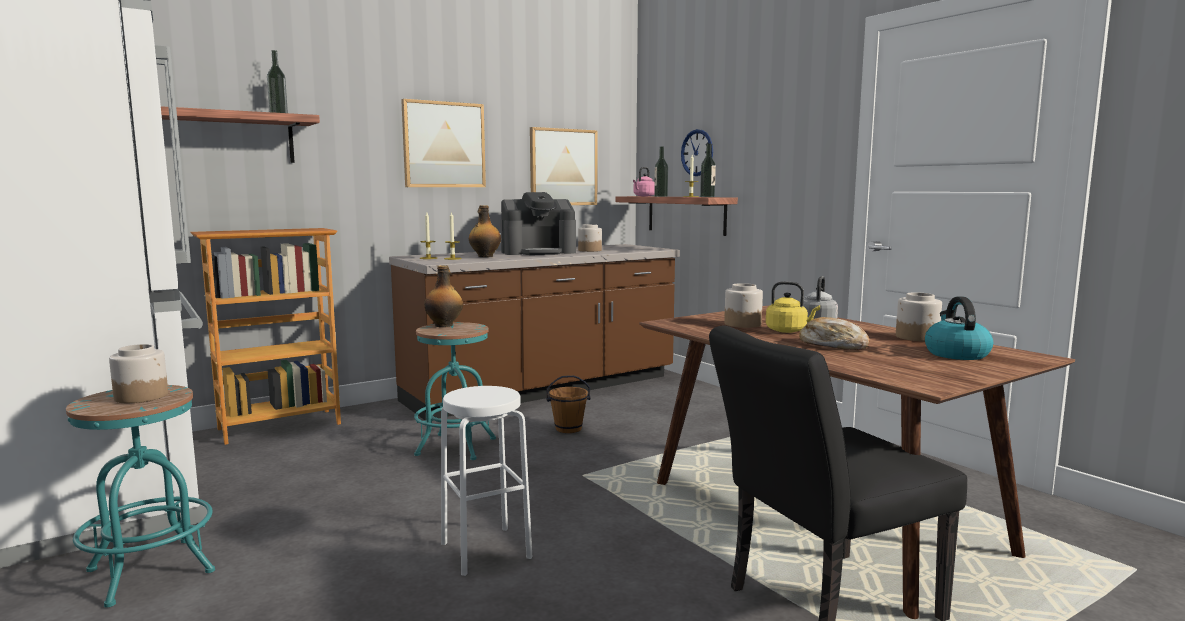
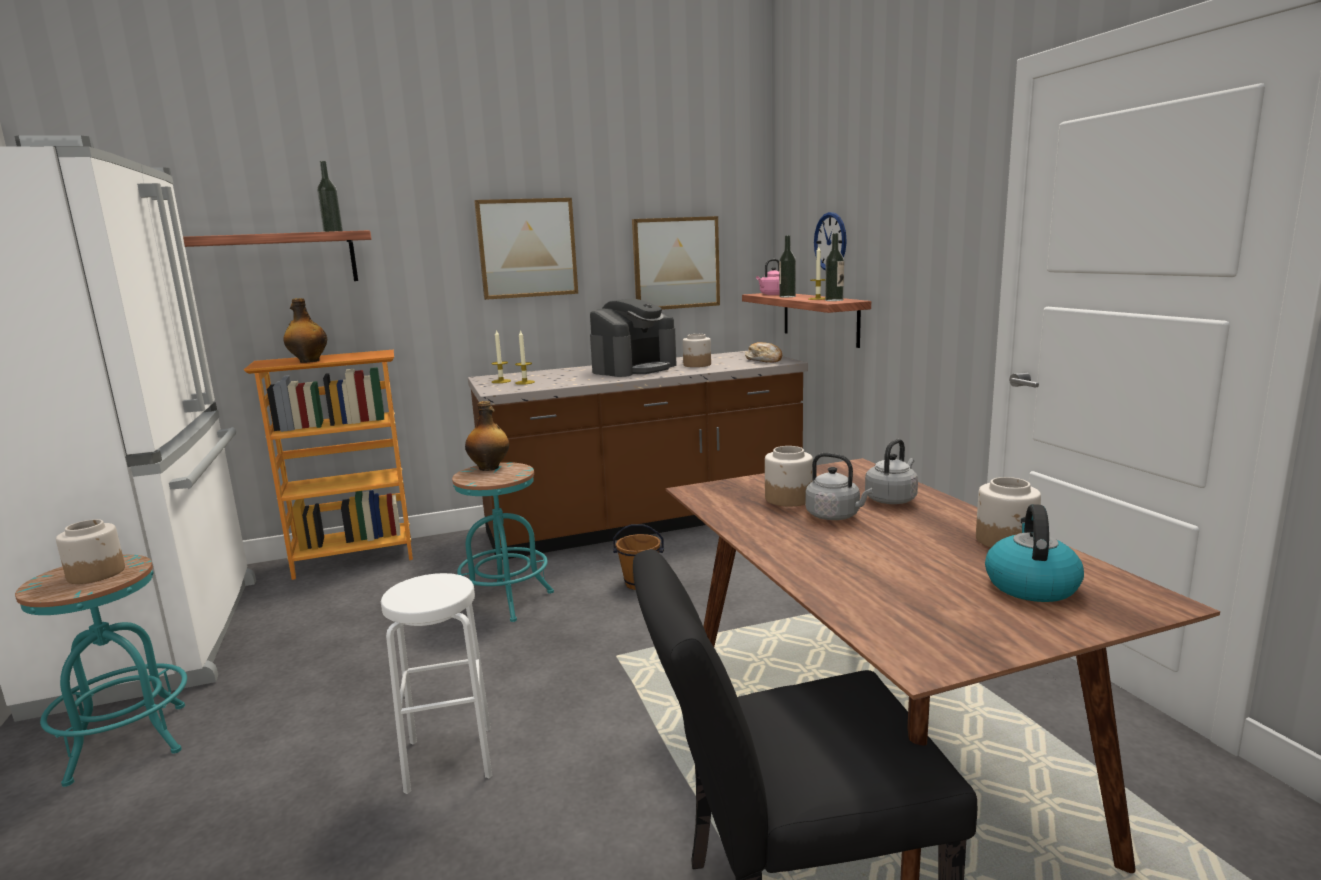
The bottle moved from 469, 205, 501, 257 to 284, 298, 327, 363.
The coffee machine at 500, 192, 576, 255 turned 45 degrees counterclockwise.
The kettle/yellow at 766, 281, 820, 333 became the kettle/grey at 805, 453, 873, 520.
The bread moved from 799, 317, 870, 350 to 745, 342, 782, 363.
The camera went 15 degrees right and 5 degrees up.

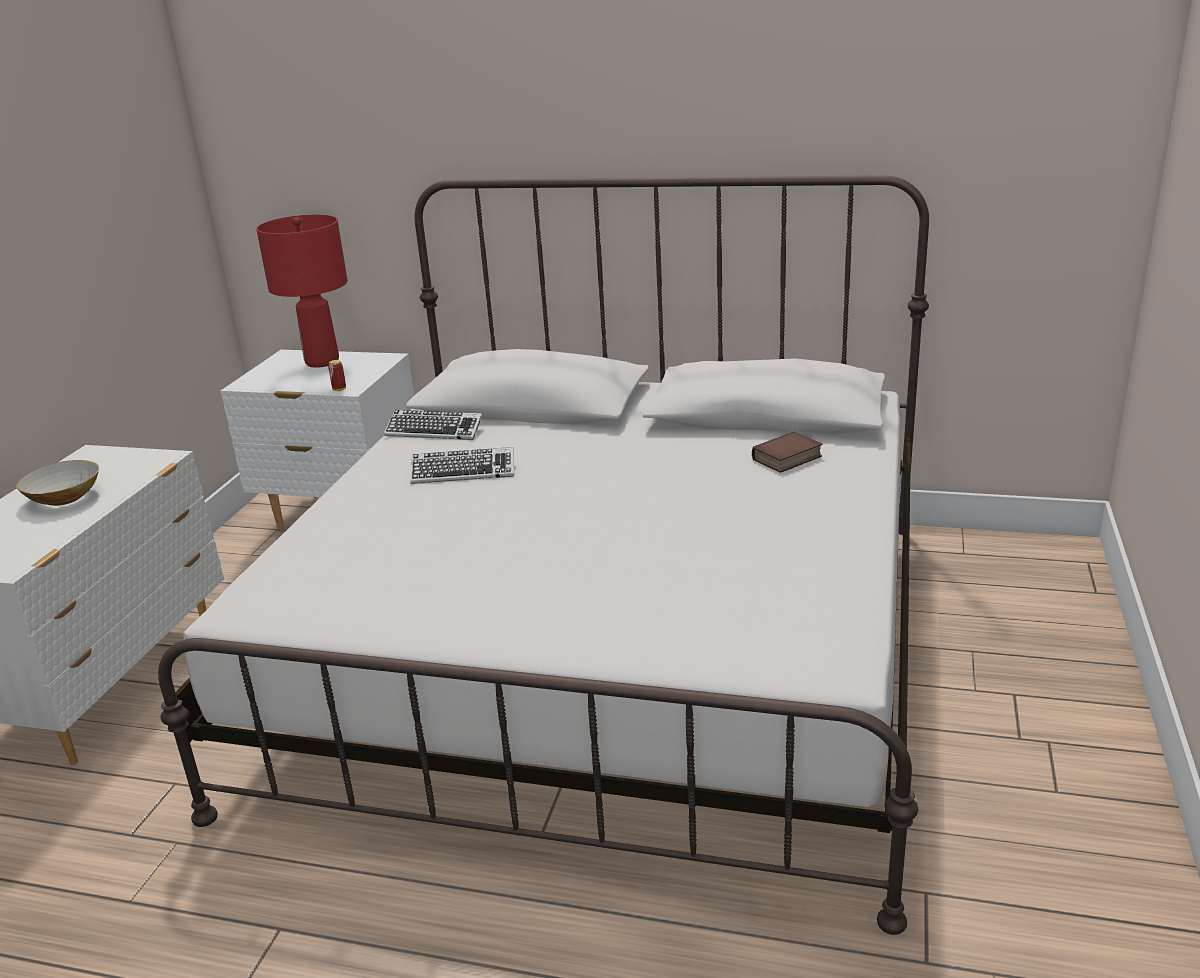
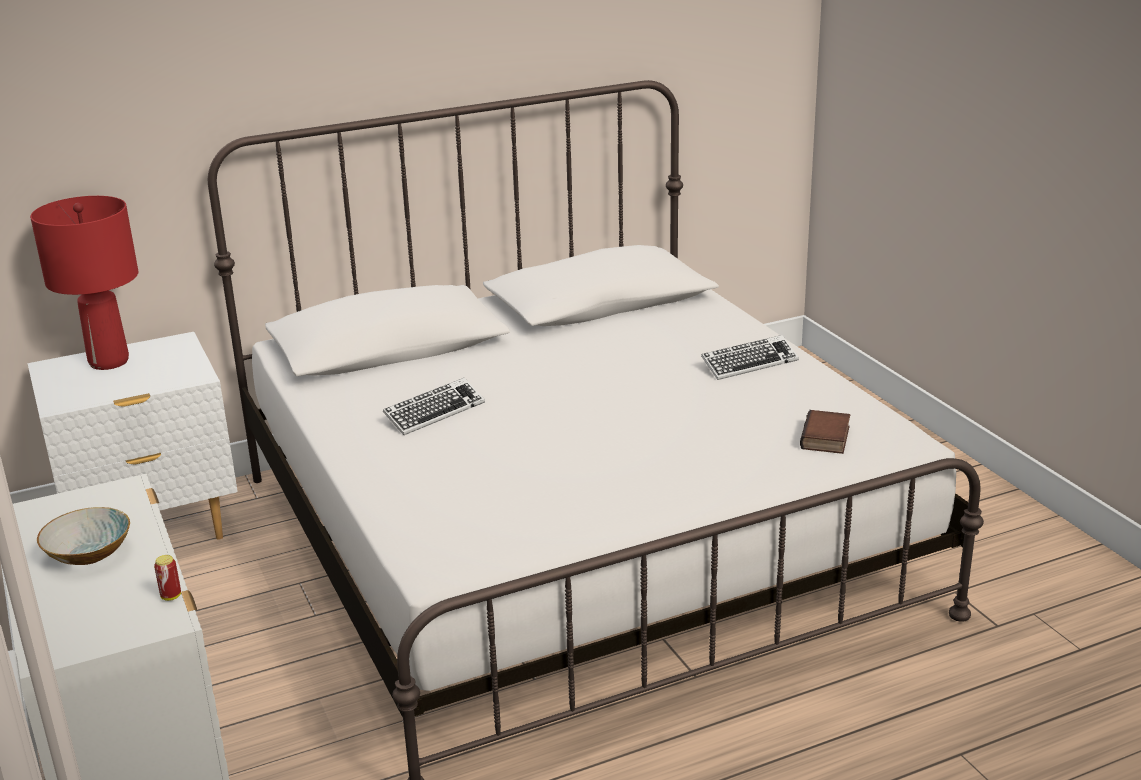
The can moved from 328, 360, 346, 391 to 154, 555, 181, 601.
The keyboard moved from 384, 410, 482, 440 to 701, 335, 799, 380.
The book moved from 752, 432, 822, 473 to 800, 410, 850, 454.
The camera went 40 degrees left and 0 degrees up.

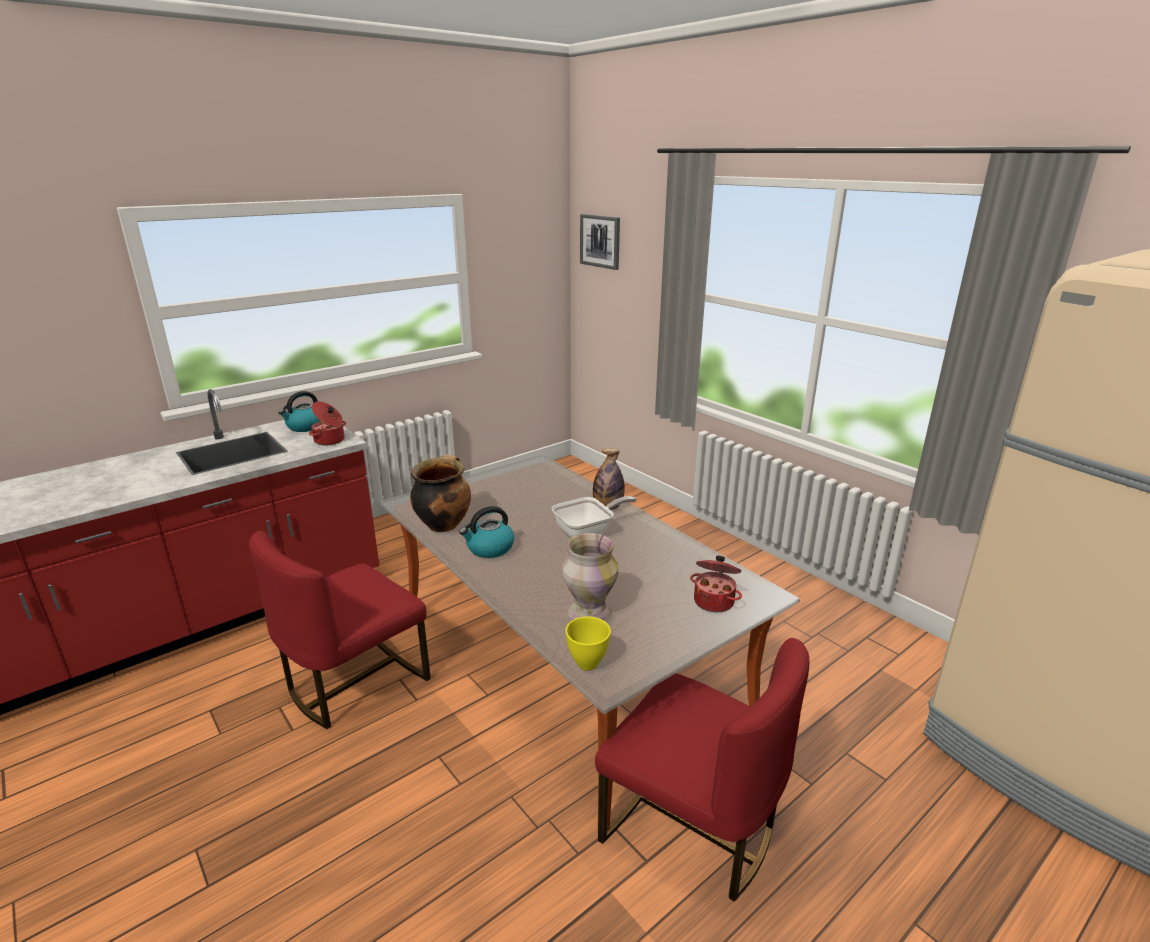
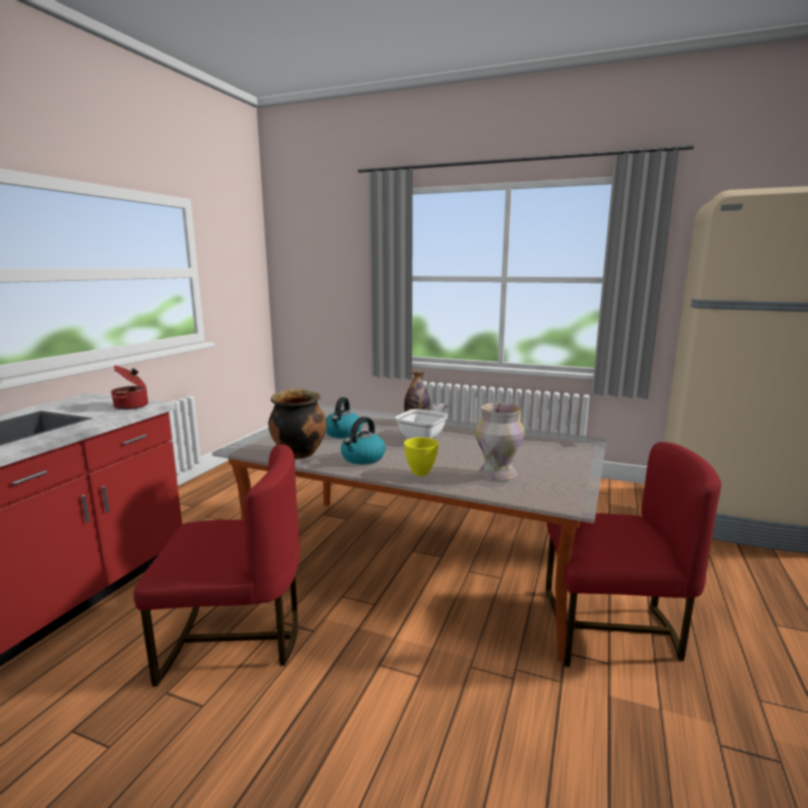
The chair/red at 249, 531, 431, 729 turned 105 degrees counterclockwise.
The kettle moved from 278, 391, 320, 432 to 326, 397, 362, 438.
The bowl/yellow moved from 565, 616, 611, 671 to 404, 437, 439, 476.
The picture at 580, 214, 620, 270 disappeared.
The cooking pot at 690, 556, 742, 612 disappeared.
The camera went 30 degrees left and 10 degrees down.

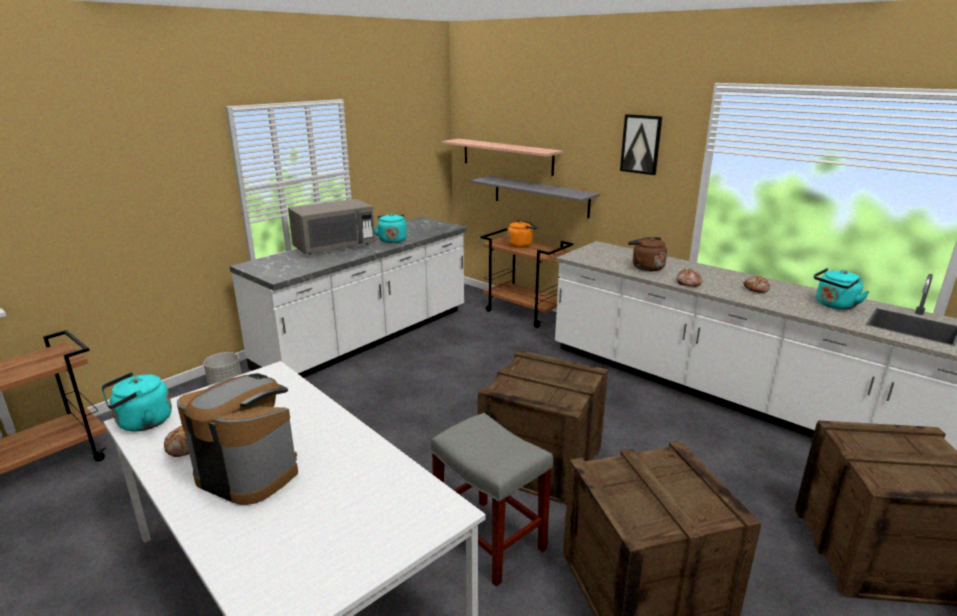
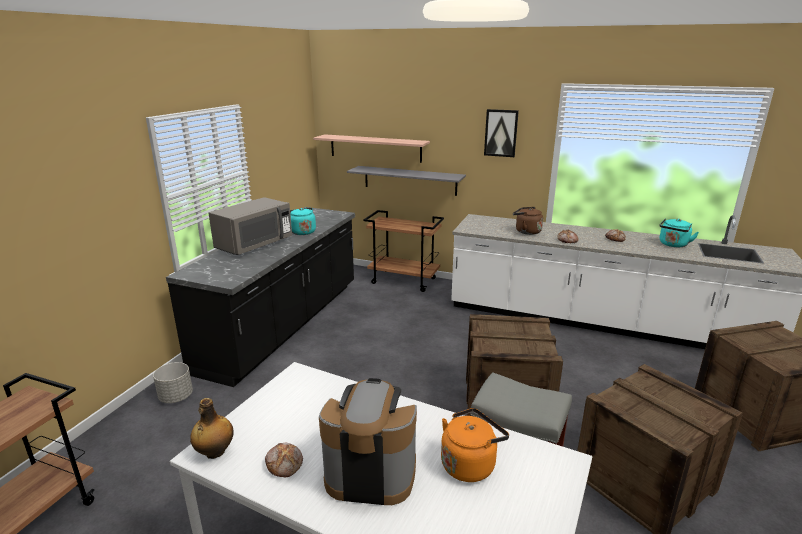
The kettle/turquoise at 101, 372, 172, 432 was replaced by the bottle at 190, 398, 234, 459.
The counter/white at 229, 216, 467, 378 became the counter/black at 166, 207, 355, 387.
The kettle/orange moved from 507, 220, 538, 248 to 441, 408, 509, 482.
The camera went 20 degrees left and 0 degrees up.

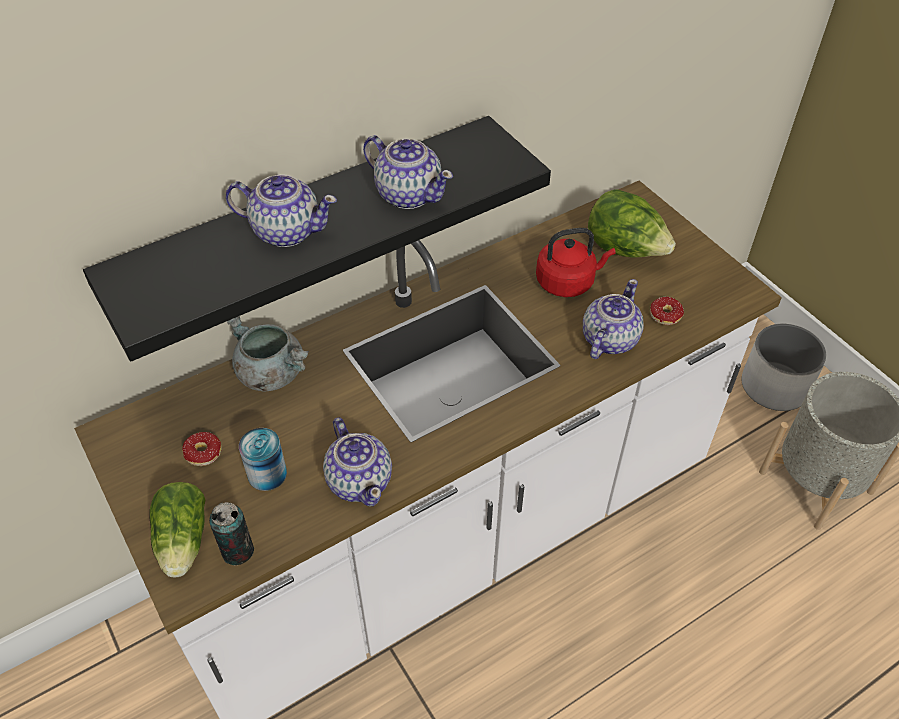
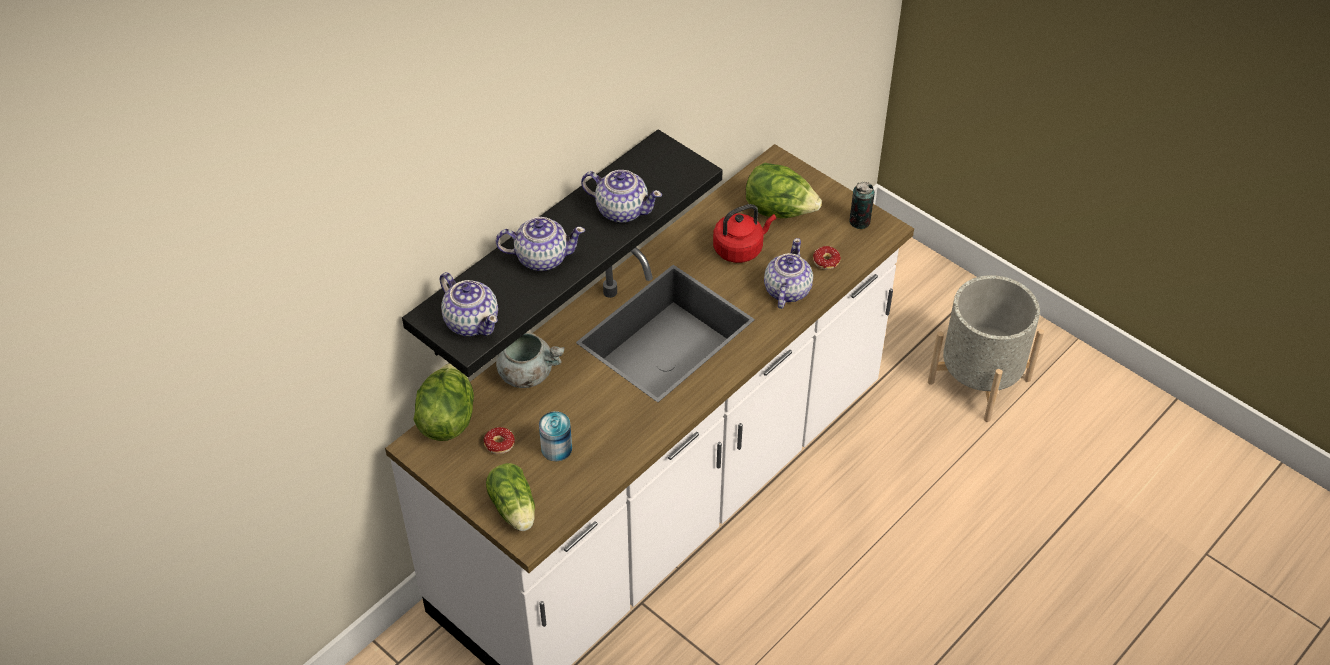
The can moved from 209, 502, 254, 566 to 849, 182, 875, 229.
The teapot moved from 323, 417, 392, 507 to 440, 272, 498, 337.
The planter/white at 742, 323, 827, 411 disappeared.
The lettuce at 413, 363, 474, 441 appeared.
The camera went 15 degrees left and 0 degrees up.

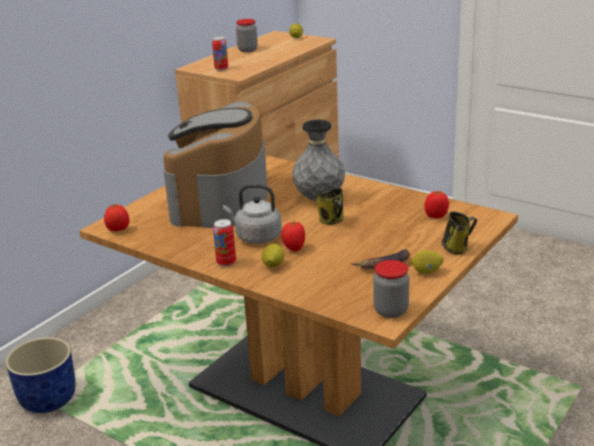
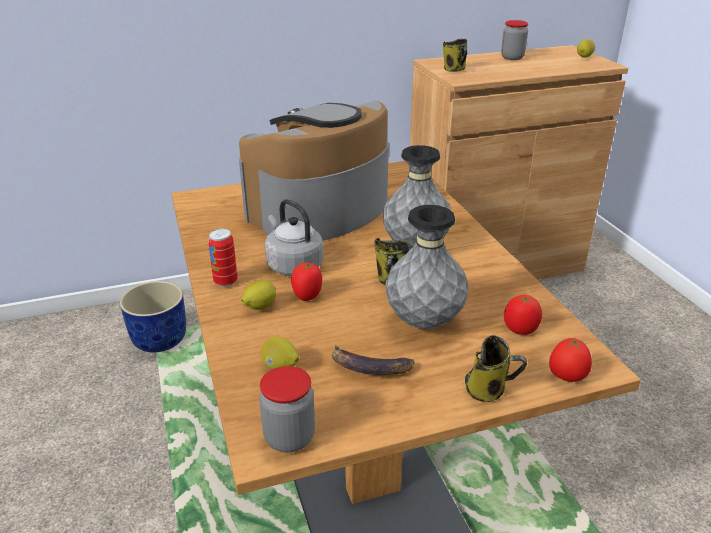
The tomato moved from 104, 204, 130, 231 to 549, 338, 592, 382.
The can at 212, 36, 228, 71 was replaced by the mug at 443, 39, 467, 72.
The lemon moved from 411, 250, 444, 274 to 260, 337, 299, 369.
The vase/grey at 385, 205, 469, 329 appeared.
The camera went 35 degrees right and 5 degrees up.

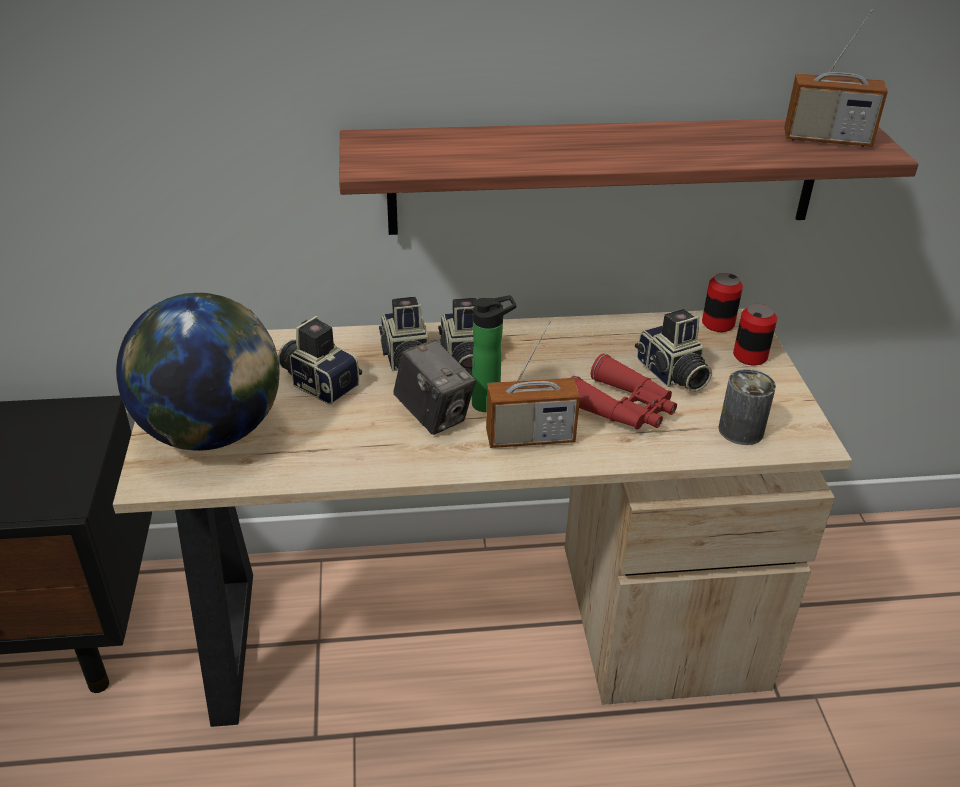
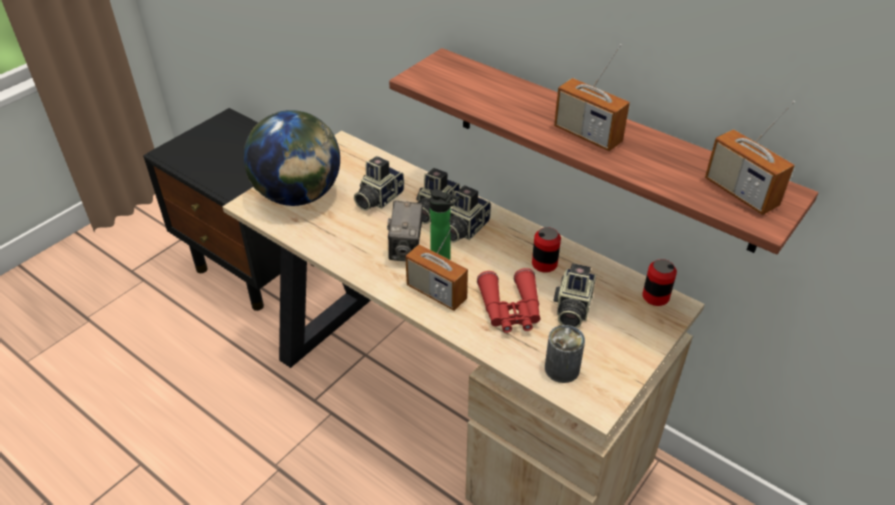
The photo camera at 278, 316, 362, 405 turned 135 degrees counterclockwise.
The can moved from 733, 304, 777, 365 to 532, 227, 561, 273.
The radio at 554, 44, 630, 151 appeared.
The camera went 45 degrees right and 5 degrees up.

